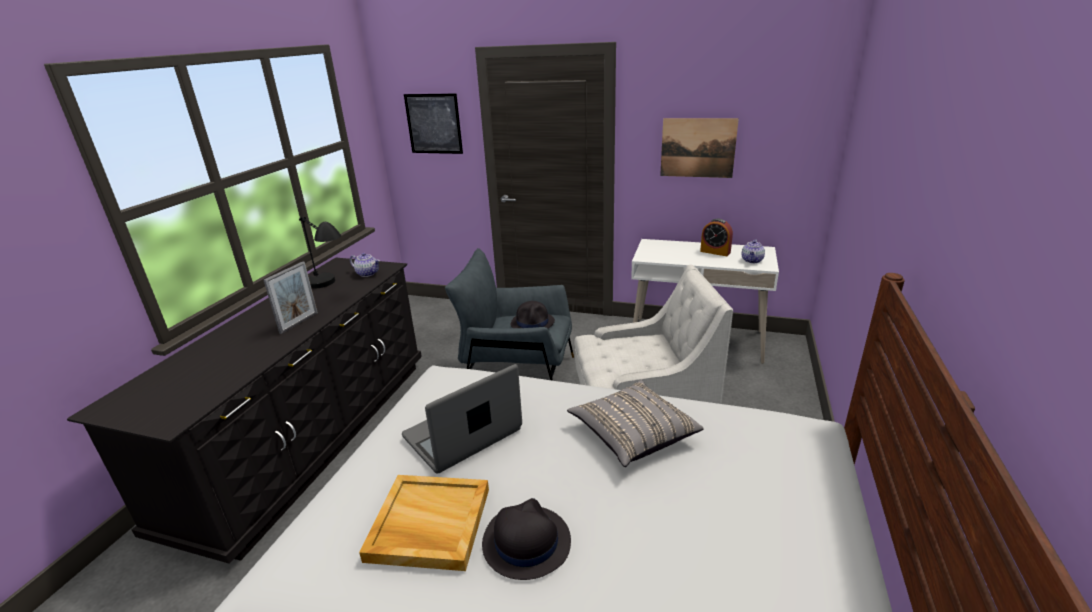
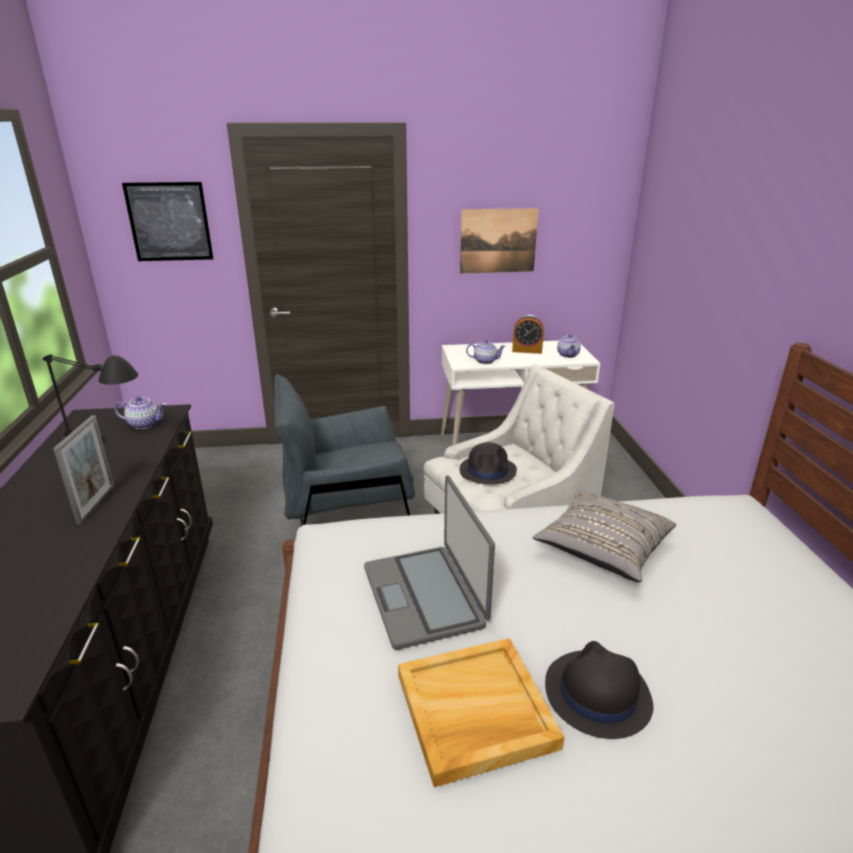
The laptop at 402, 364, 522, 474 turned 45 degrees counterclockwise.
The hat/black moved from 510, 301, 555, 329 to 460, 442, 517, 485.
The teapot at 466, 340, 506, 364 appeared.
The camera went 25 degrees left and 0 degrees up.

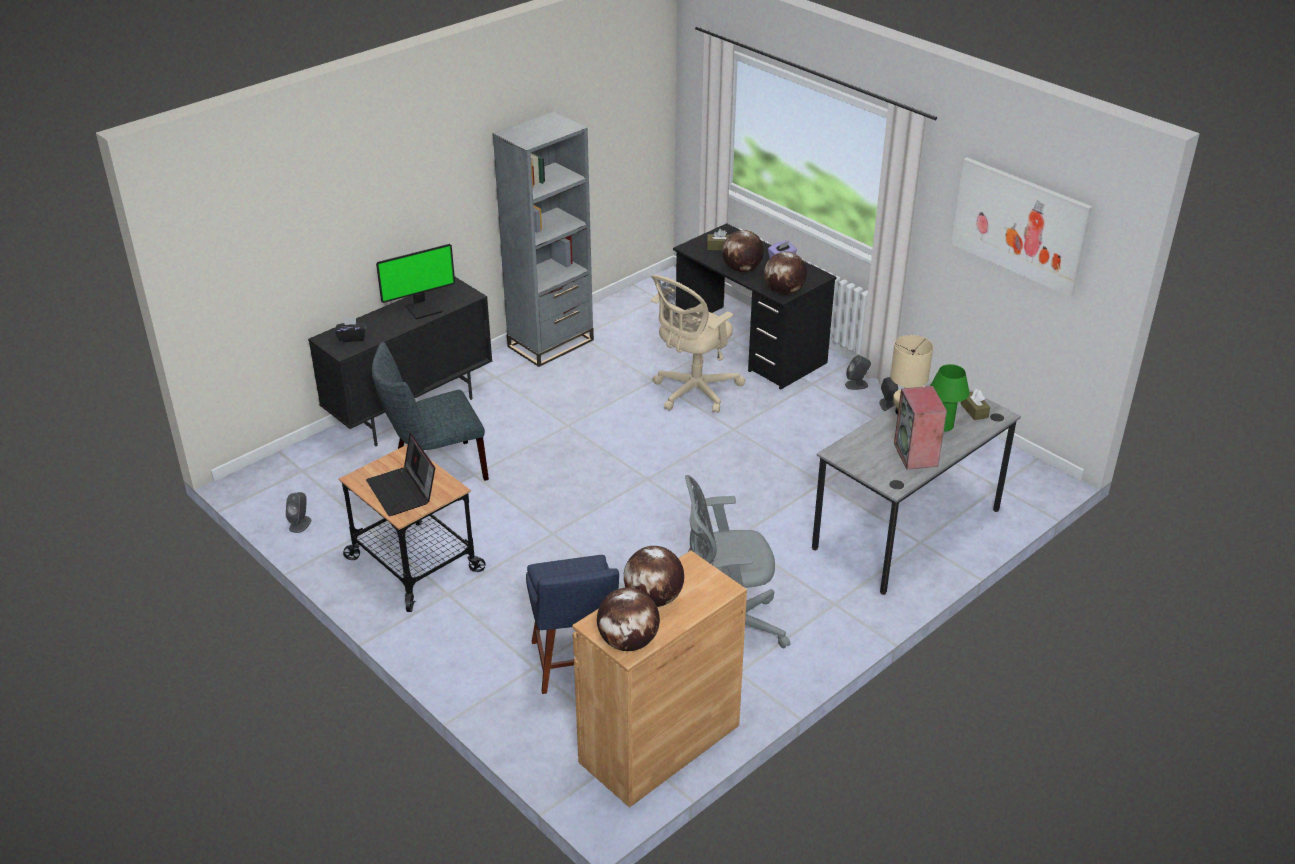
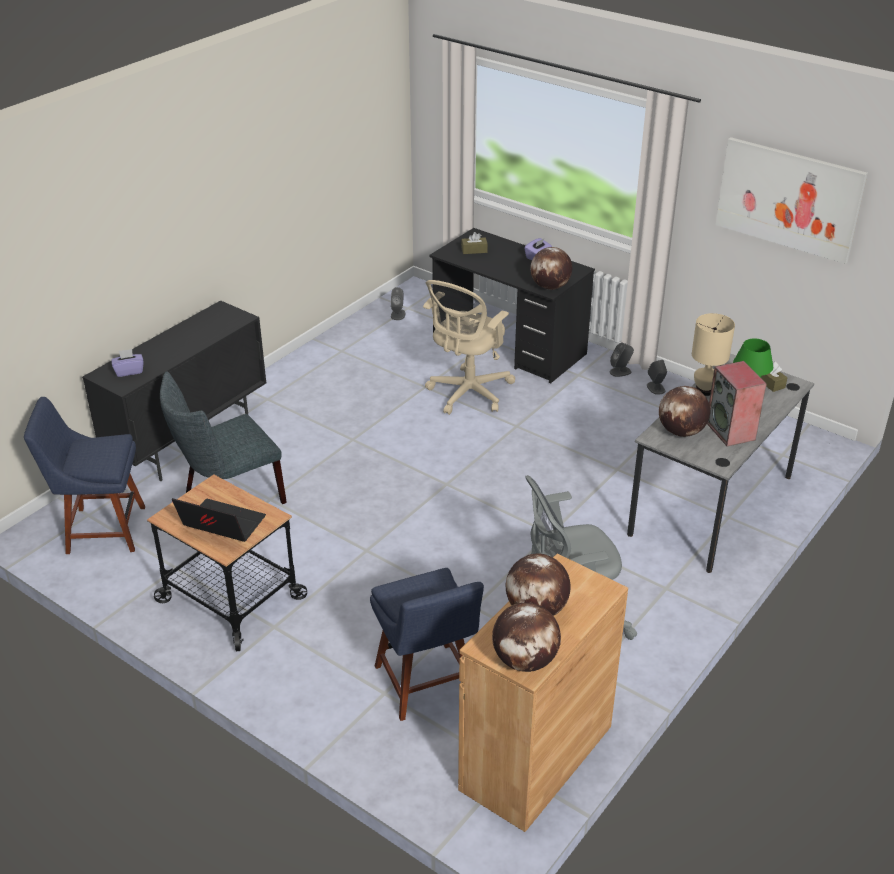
The speaker/grey moved from 286, 492, 311, 533 to 391, 287, 406, 320.
The tissue box/black at 335, 317, 366, 342 became the tissue box/purple at 111, 349, 144, 377.
The laptop at 366, 433, 435, 516 turned 150 degrees clockwise.
The monitor at 376, 244, 455, 319 disappeared.
The bookcase/grey at 493, 112, 594, 367 disappeared.
The globe moved from 722, 230, 764, 272 to 659, 386, 710, 437.
The chair/blue at 24, 397, 145, 554 appeared.
The camera went 10 degrees left and 0 degrees up.

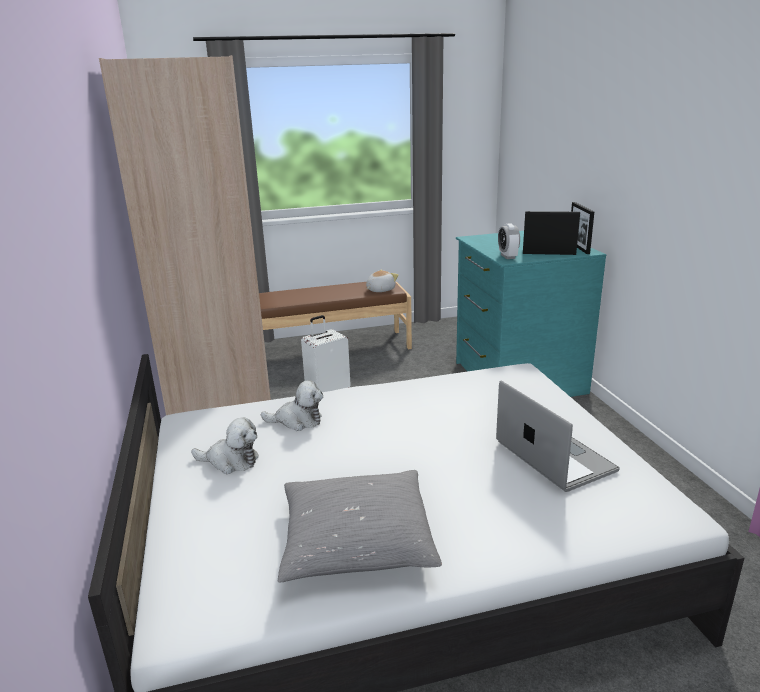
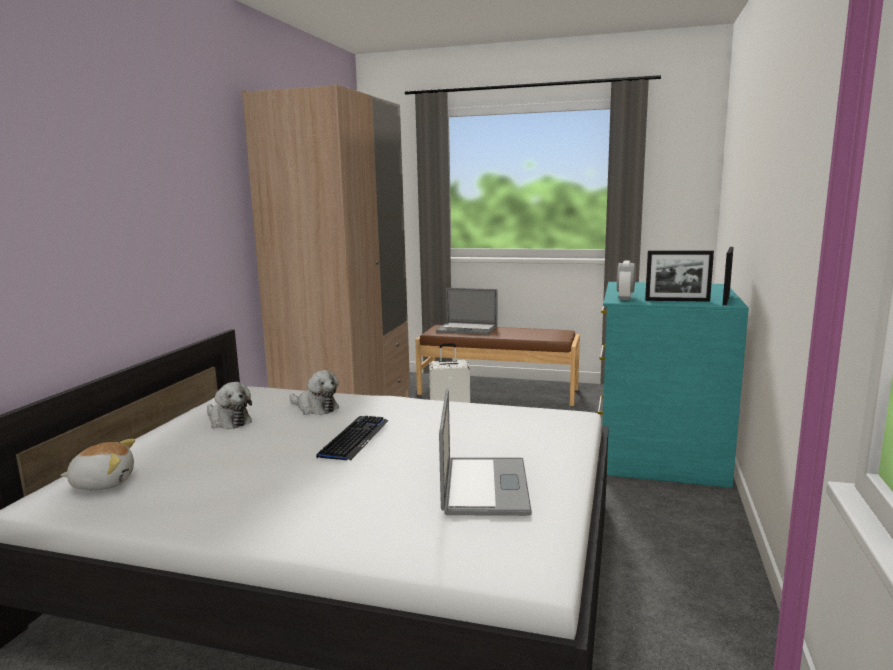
The pillow/grey at 278, 470, 442, 582 disappeared.
The plush toy moved from 366, 269, 399, 292 to 60, 439, 135, 490.
The picture frame at 523, 211, 580, 255 turned 150 degrees clockwise.
The keyboard at 316, 416, 389, 460 appeared.
The laptop at 436, 288, 498, 335 appeared.
The camera went 30 degrees right and 10 degrees down.

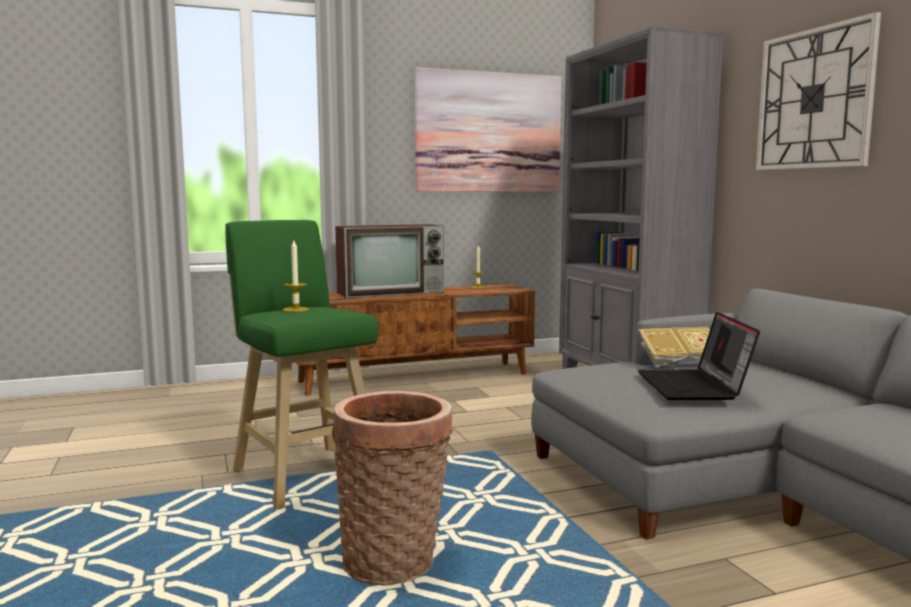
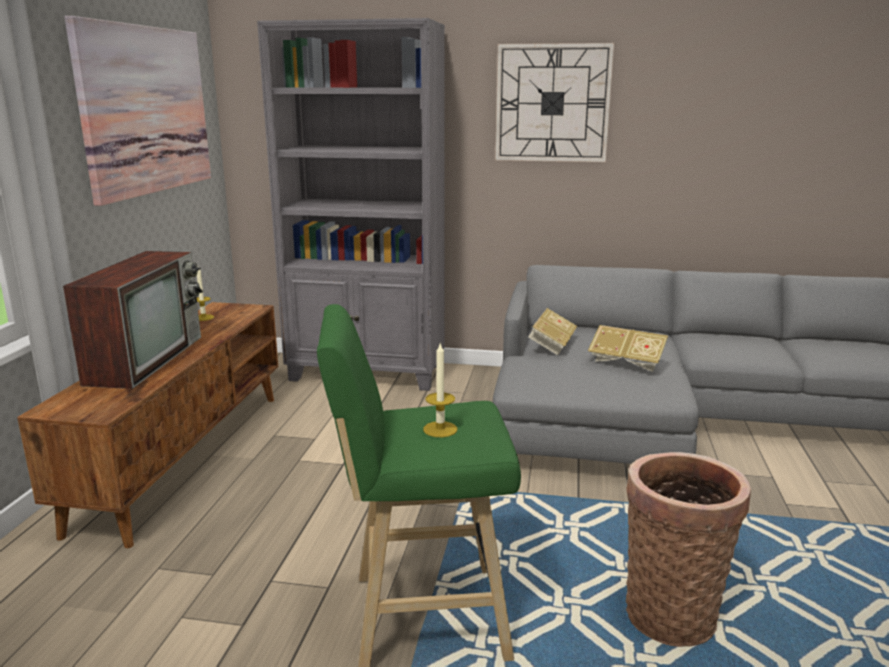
The laptop at 638, 312, 760, 400 was replaced by the book at 588, 325, 668, 372.
The camera went 60 degrees left and 10 degrees up.

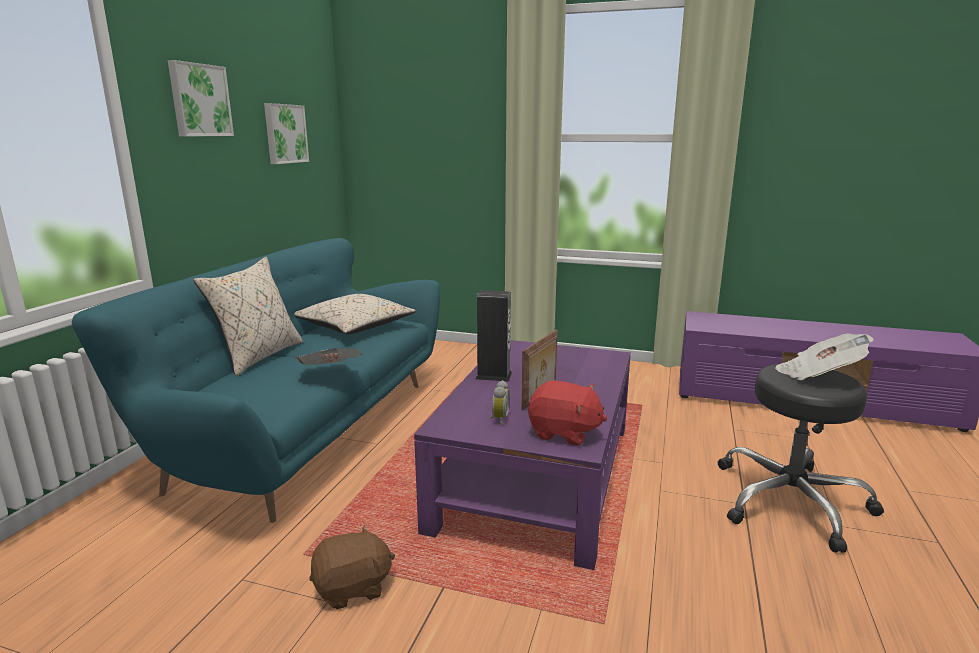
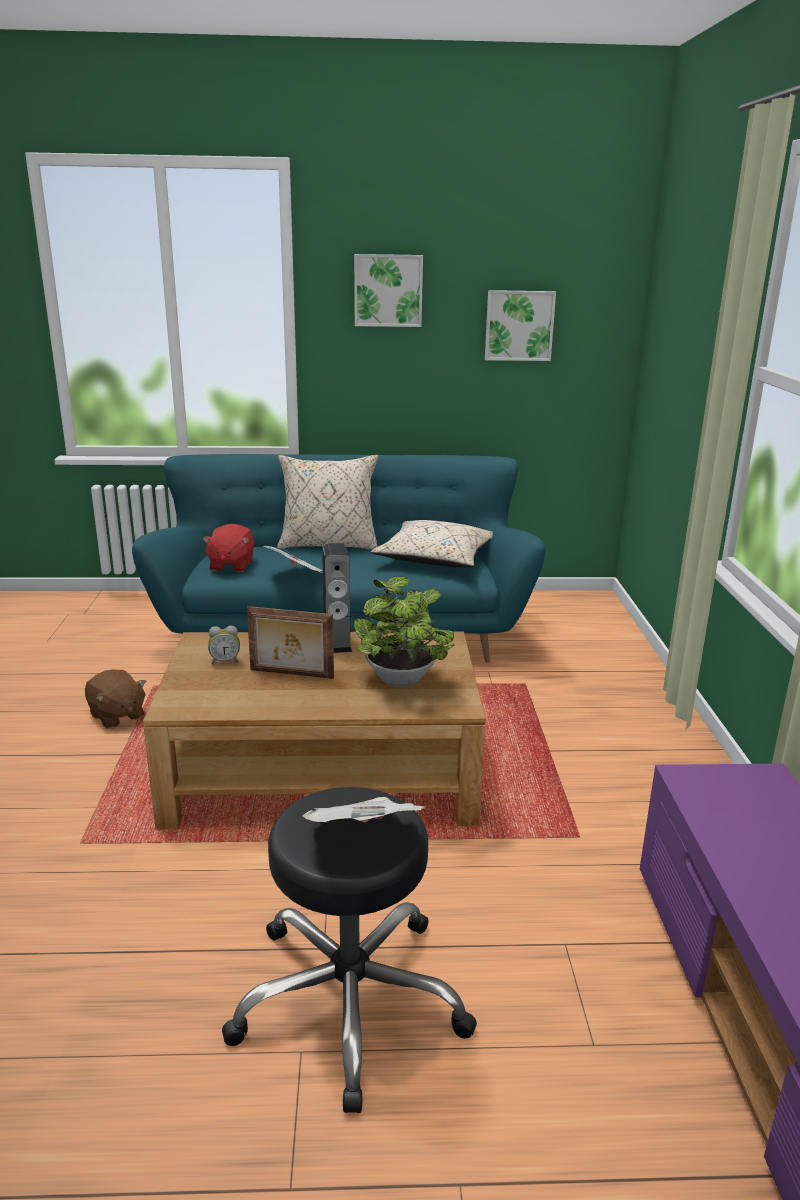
The coffee table/purple at 414, 340, 631, 570 became the coffee table/brown at 143, 632, 486, 830.
The plush toy/red moved from 528, 381, 607, 446 to 203, 524, 254, 572.
The potted plant at 354, 576, 455, 687 appeared.
The camera went 70 degrees right and 5 degrees up.

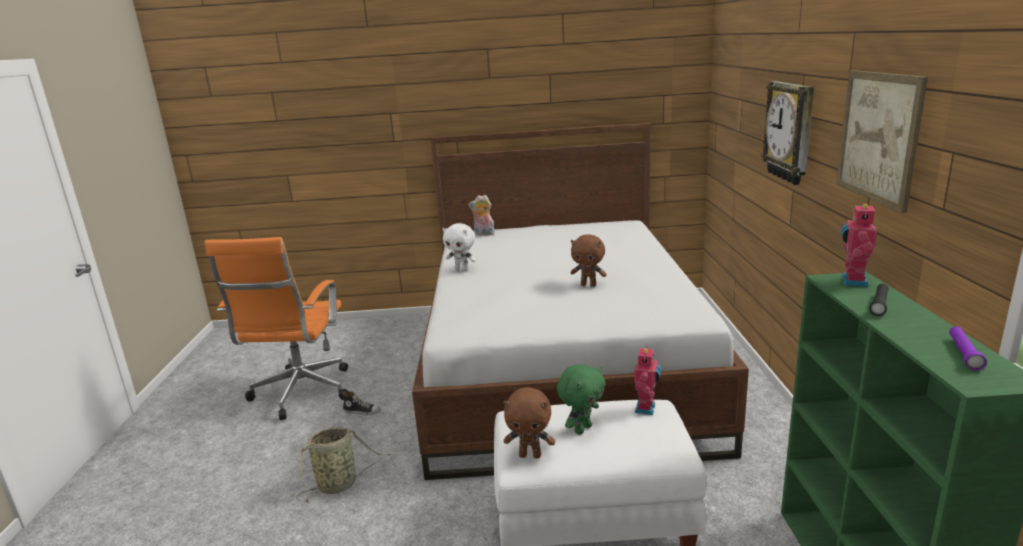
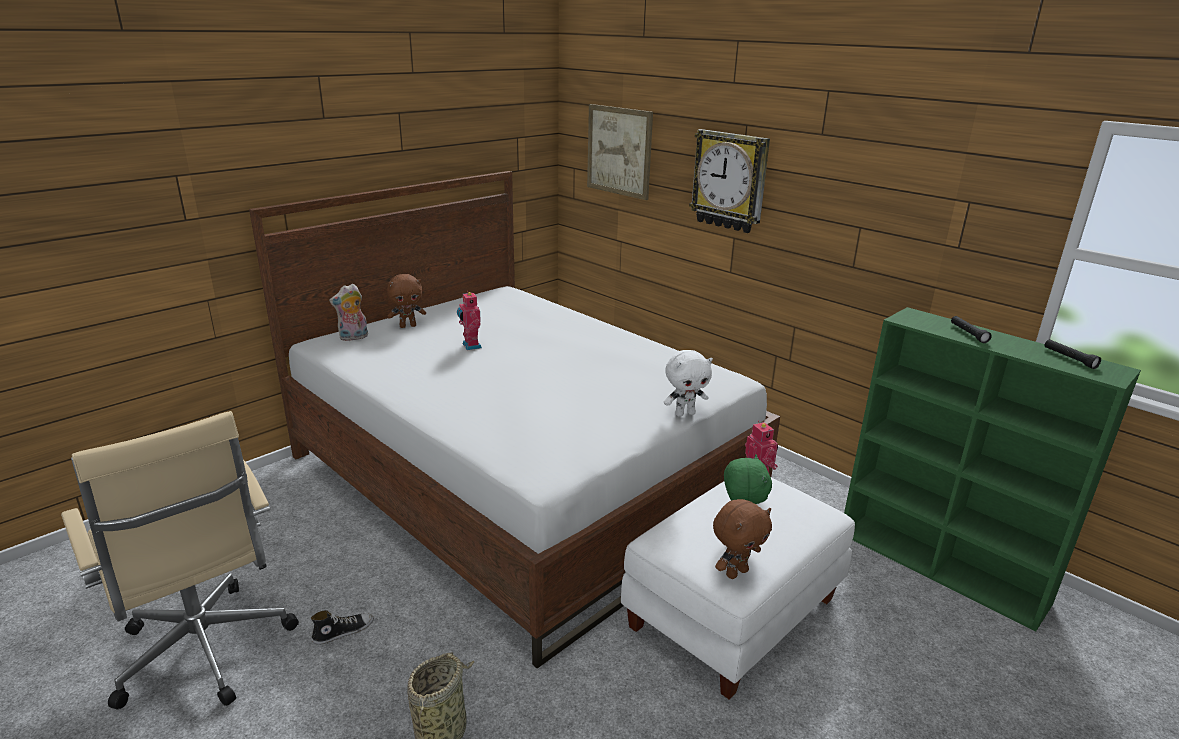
The office chair/orange at 204, 237, 348, 420 became the office chair/beige at 61, 411, 299, 710.
The plush toy/white moved from 442, 223, 476, 271 to 664, 350, 713, 417.
The plush toy/brown moved from 570, 234, 607, 287 to 387, 274, 426, 328.
The picture moved from 836, 70, 928, 213 to 587, 104, 653, 200.
The toy robot moved from 841, 202, 877, 287 to 457, 291, 482, 350.
The flashlight/purple at 949, 326, 987, 371 became the flashlight/black at 1045, 339, 1101, 369.
The camera went 45 degrees left and 5 degrees up.

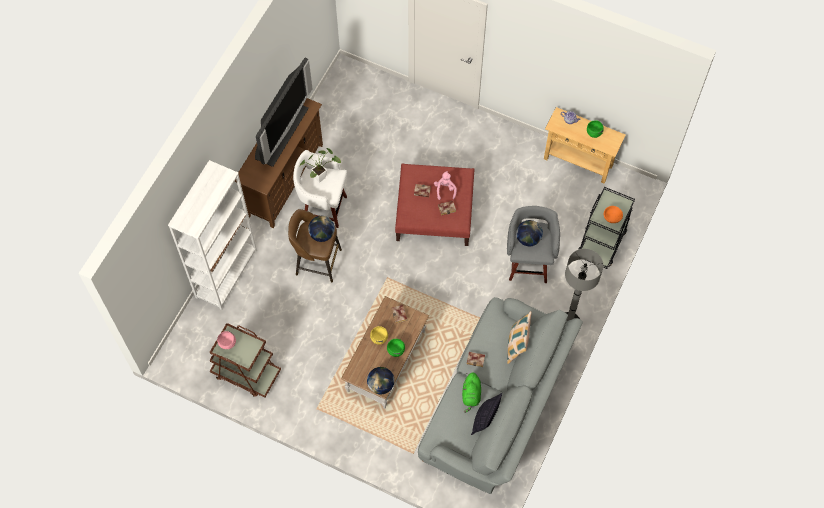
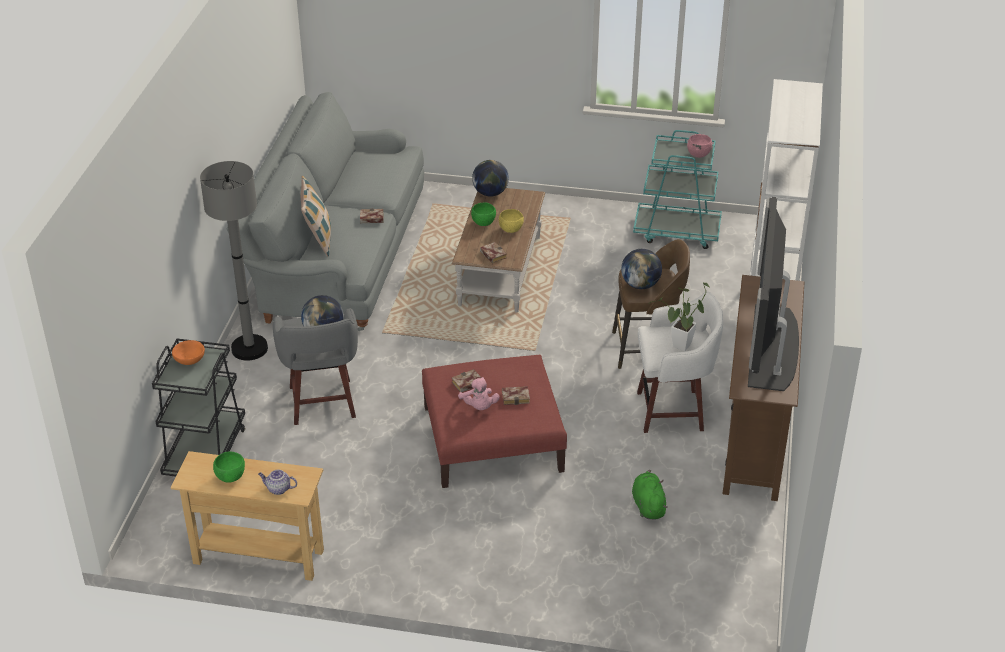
The cart/brown at 210, 323, 281, 398 became the cart/turquoise at 633, 130, 722, 249.
The plush toy/green moved from 462, 372, 481, 413 to 632, 470, 668, 520.
The pillow at 471, 393, 502, 435 disappeared.
The camera went 165 degrees right and 25 degrees down.

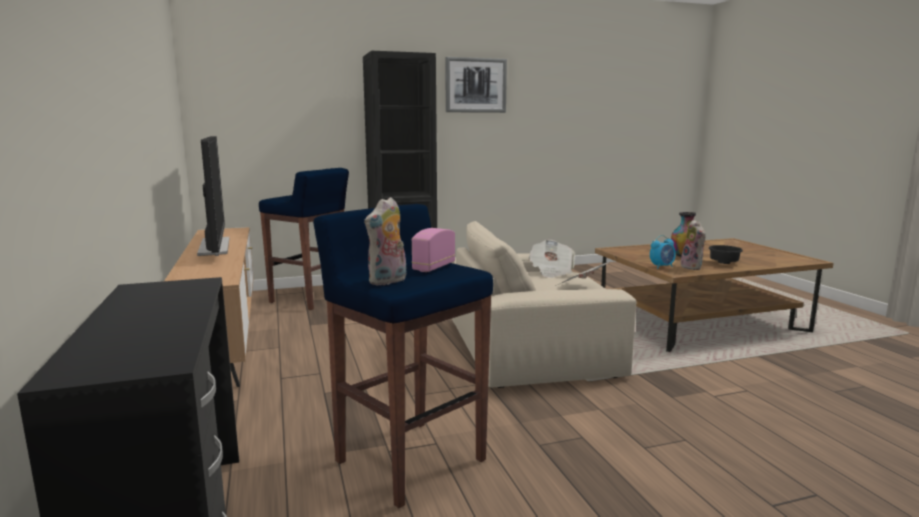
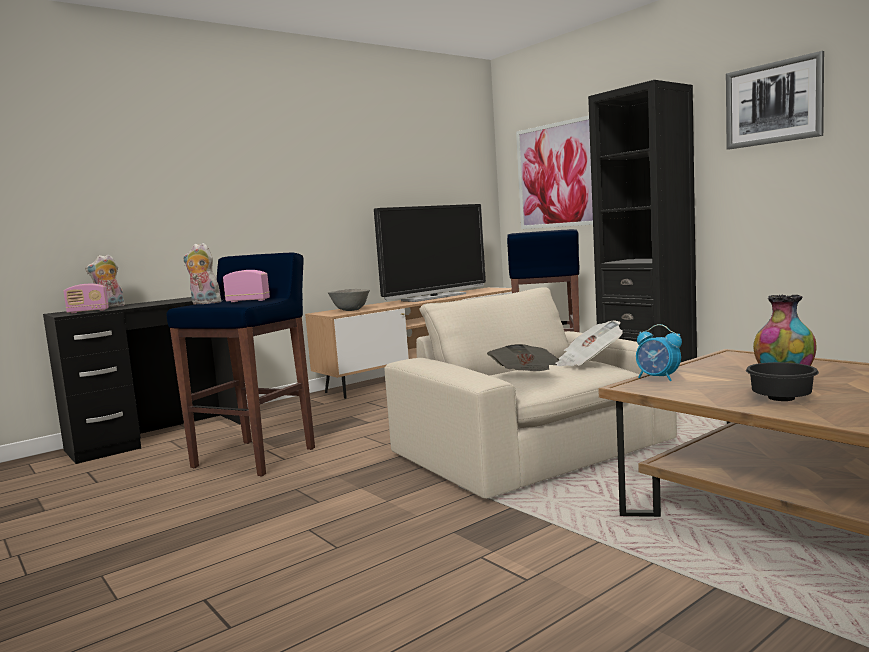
The plush toy moved from 681, 220, 706, 270 to 85, 254, 125, 307.
The radio at 64, 284, 109, 314 appeared.
The bowl/grey at 328, 289, 370, 311 appeared.
The picture at 516, 115, 593, 229 appeared.
The camera went 70 degrees right and 5 degrees down.

